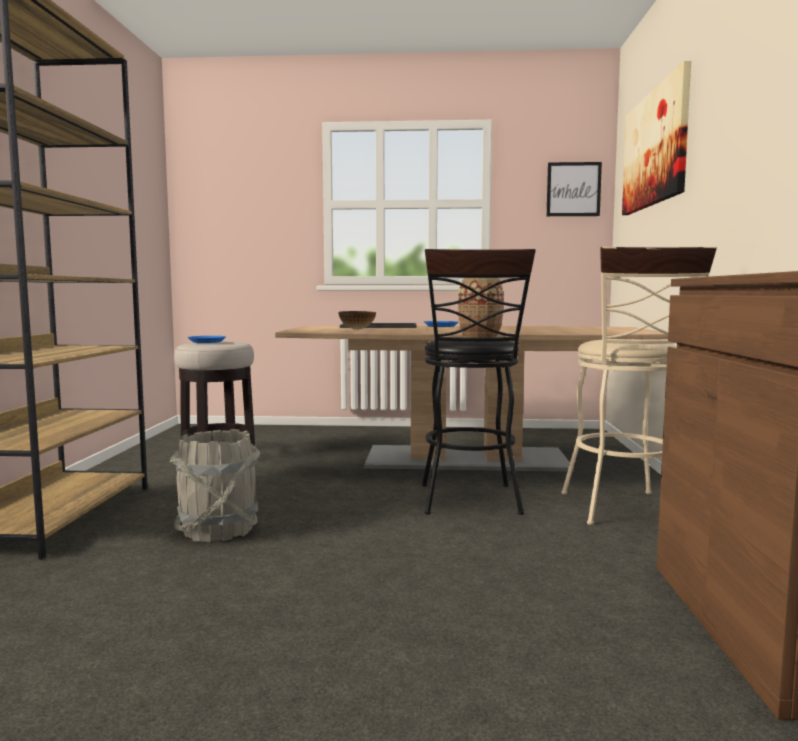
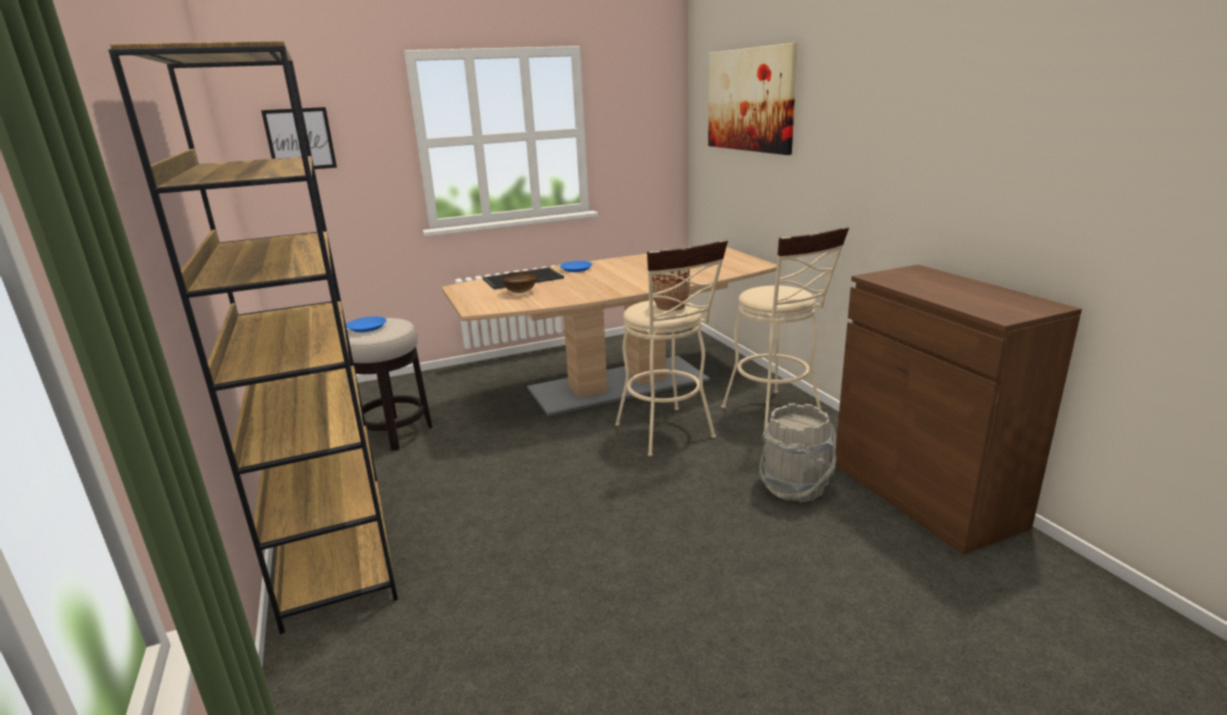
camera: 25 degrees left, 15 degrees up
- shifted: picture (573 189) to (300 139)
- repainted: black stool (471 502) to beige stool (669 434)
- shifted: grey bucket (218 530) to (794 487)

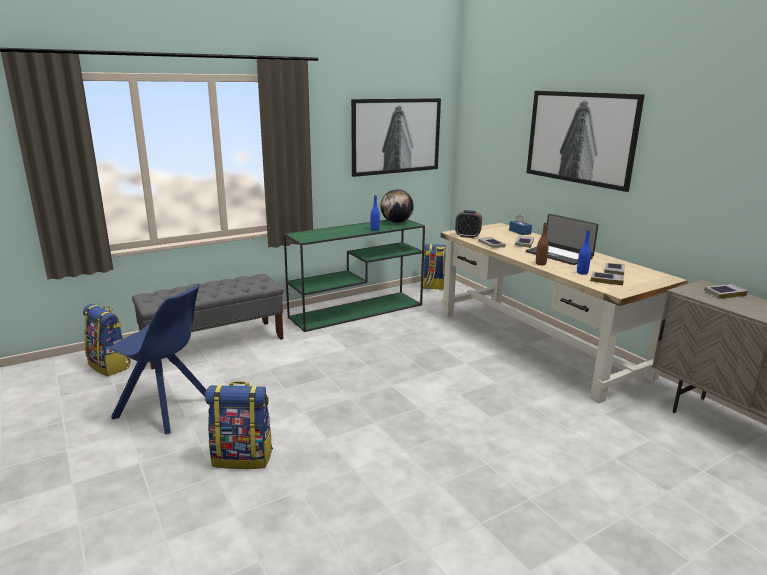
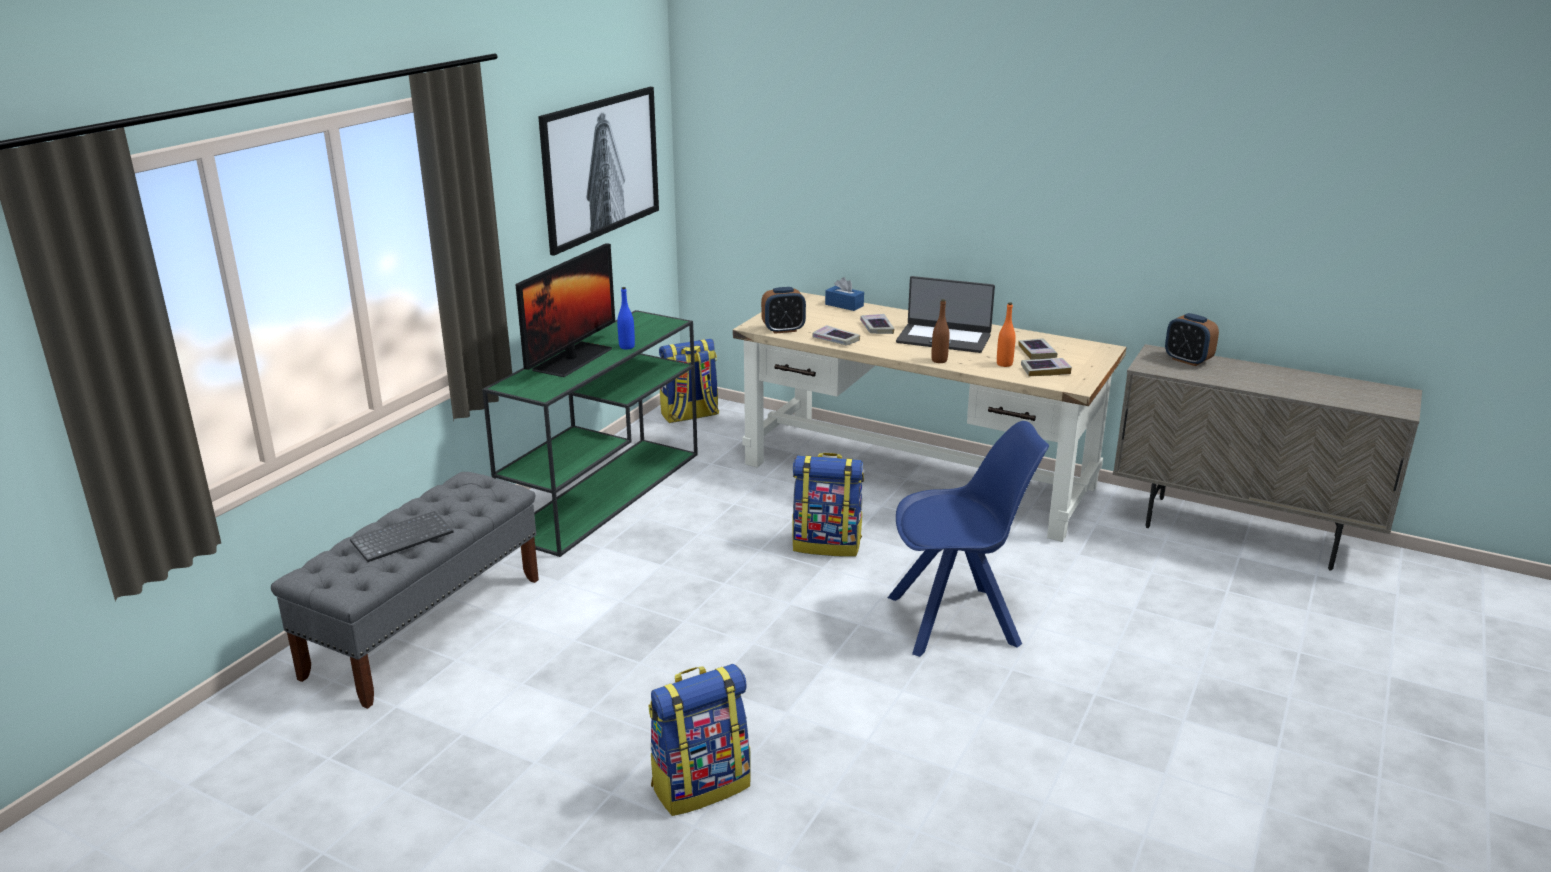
camera: 30 degrees left, 5 degrees up
- new: keyboard (403 537)
- new: monitor (573 359)
- shifted: backpack (110 366) to (827 544)
- shifted: blue chair (166 409) to (957 621)
- repainted: blue bottle (582 273) to orange bottle (1004 364)
- swapped: book (724 293) to alarm clock (1187 360)
- gone: globe (396 222)
- gone: picture (581 138)

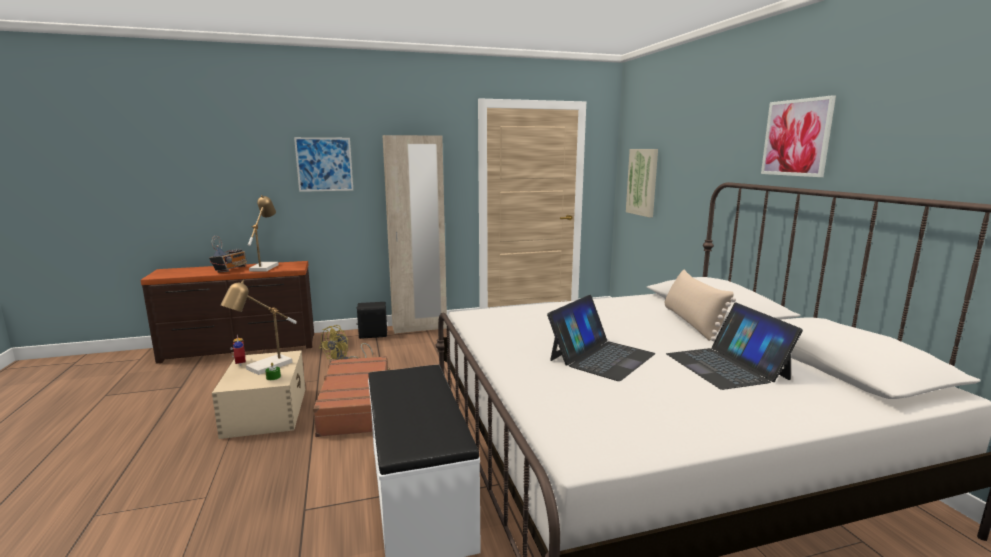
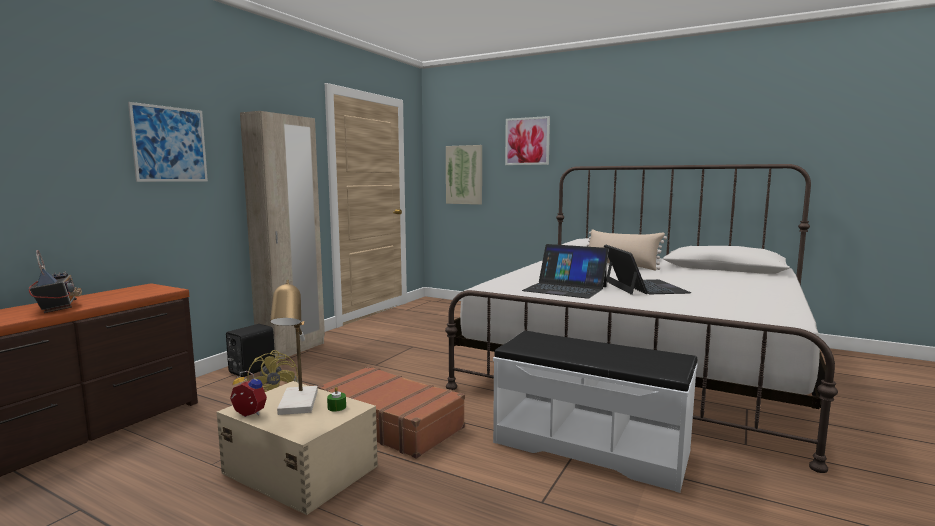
camera: 45 degrees left, 5 degrees down
- shifted: picture (796 138) to (527 141)
- shifted: laptop (726 366) to (565 288)
- gone: table lamp (265 267)

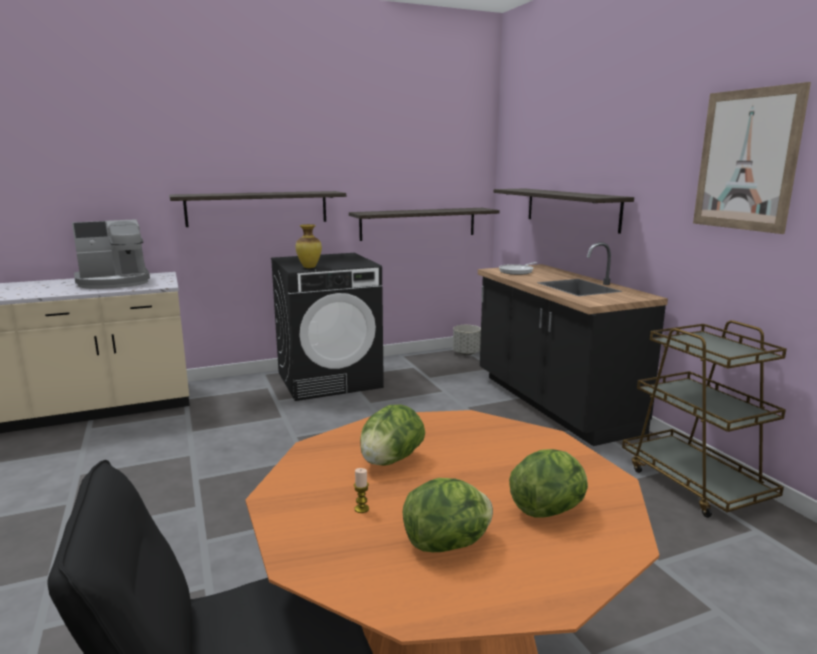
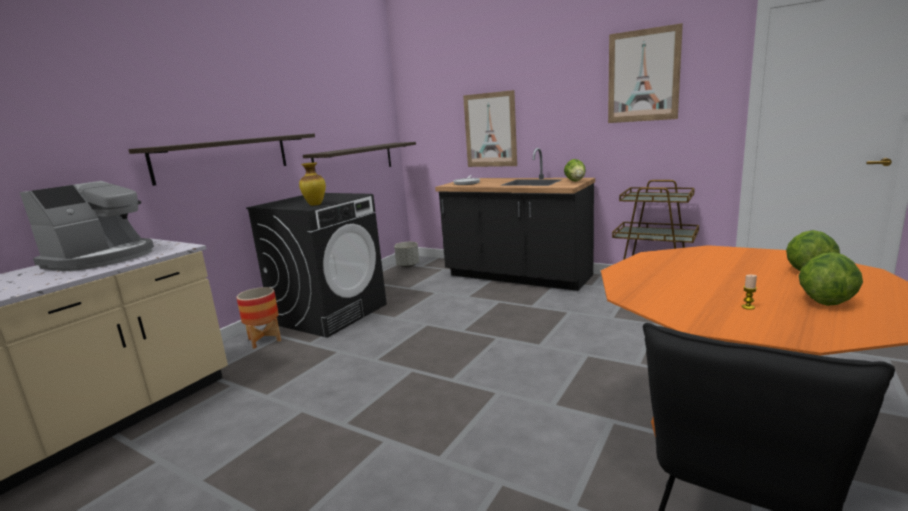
camera: 35 degrees left, 0 degrees up
- new: planter (264 340)
- swapped: shelf (571 208) to picture (490 130)
- shifted: lettuce (390 460) to (575 181)

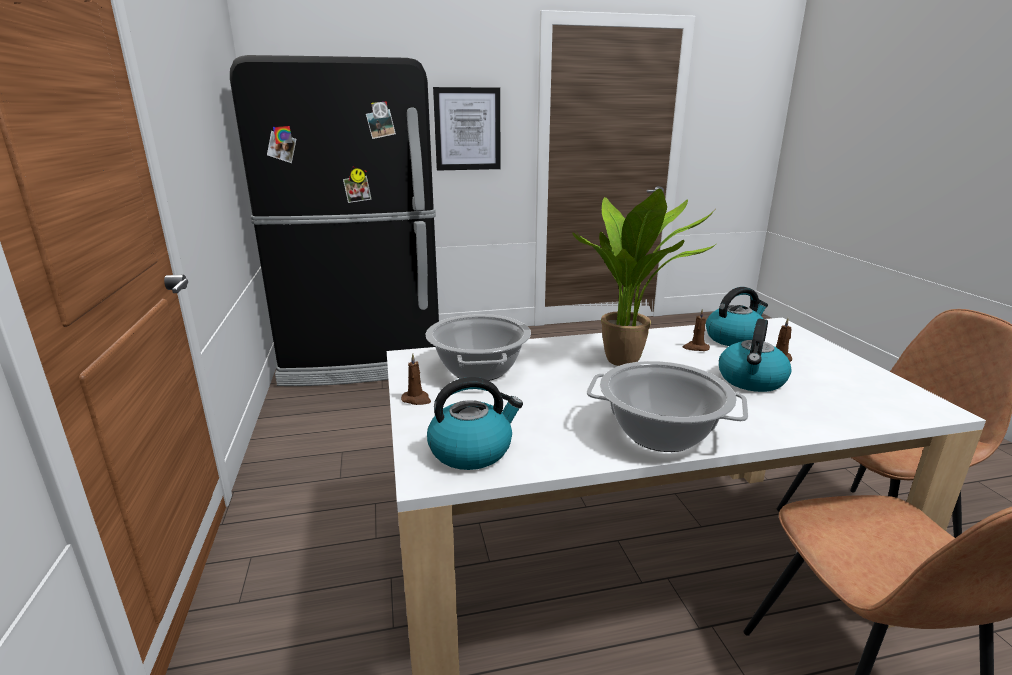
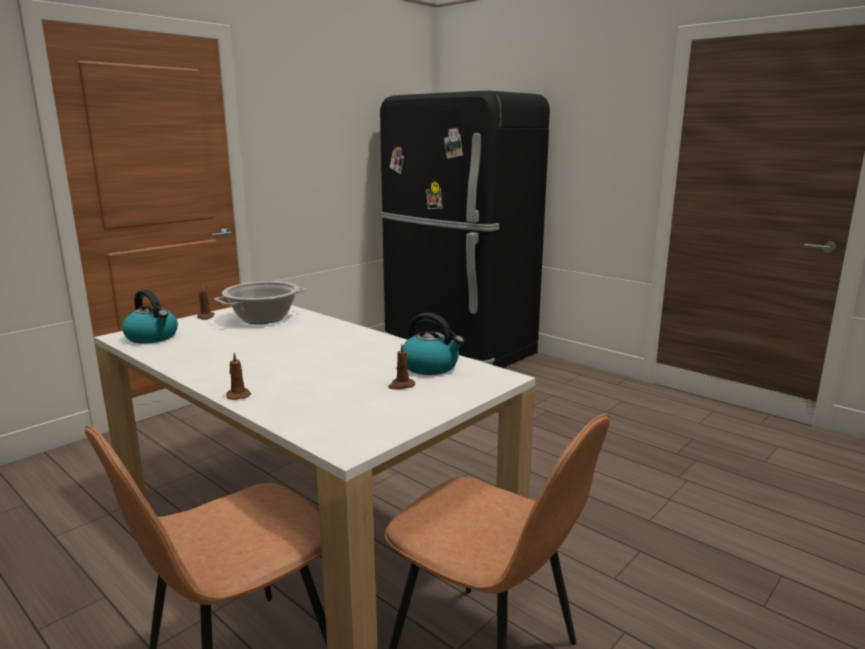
camera: 55 degrees right, 5 degrees down
- shifted: brown candle (695 348) to (238 395)
- gone: picture (467 129)
- gone: potted plant (628 362)
- gone: cooking pot (661 433)
- gone: kettle (751 380)

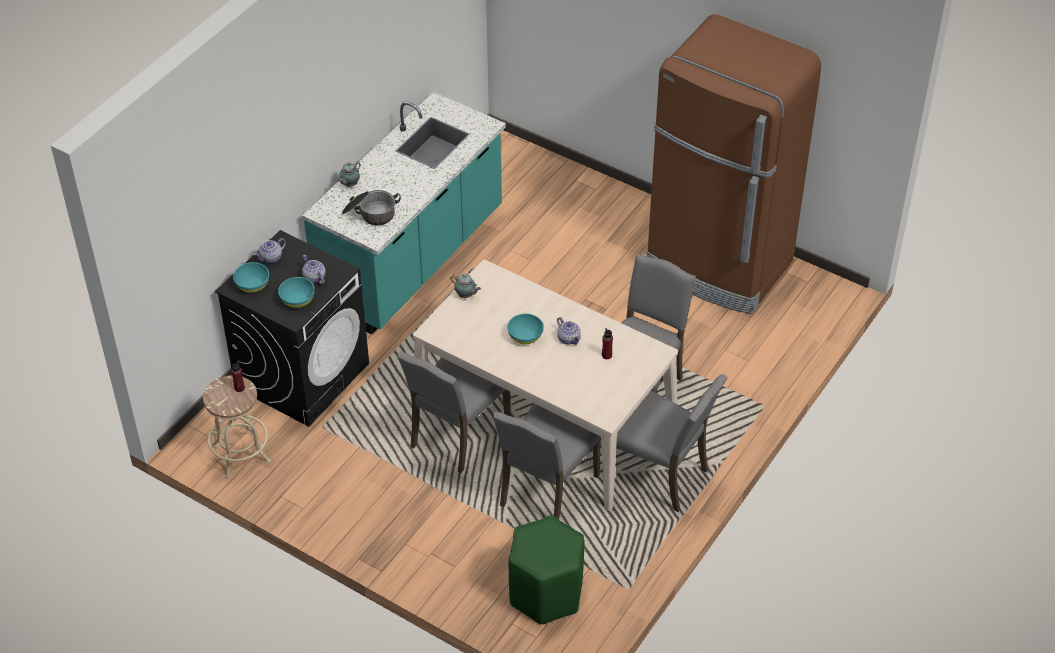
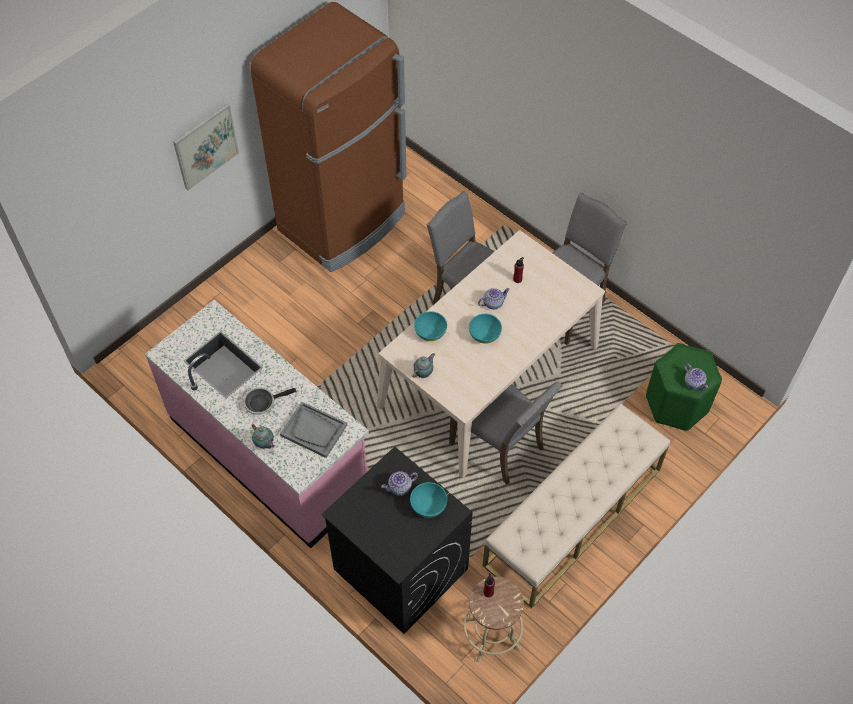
camera: 80 degrees left, 10 degrees up
- repainted: turquoise counter (412 260) to pink counter (269 454)
- new: picture (206 146)
- new: frying pan (262 402)
- swapped: cooking pot (370 214) to grey tray (314 430)
- shifted: turquoise bowl (252 285) to (430 332)
- new: beige bench (573 517)
- shifted: teapot (271 258) to (694 382)
- gone: grey chair (546 491)

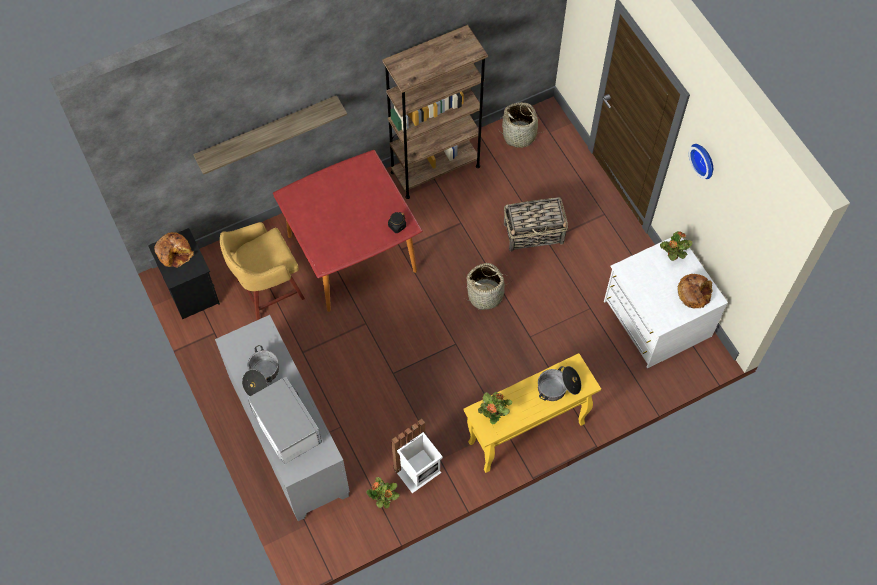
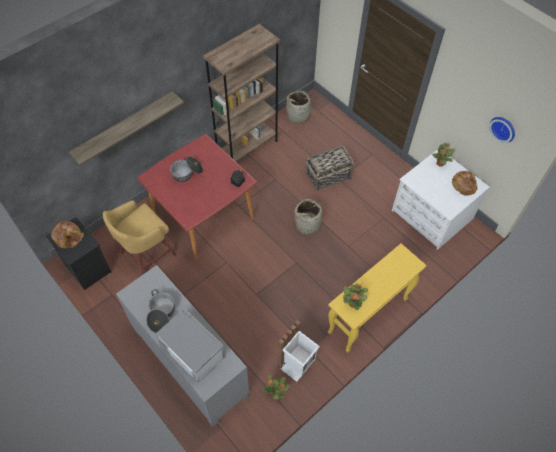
camera: 15 degrees left, 5 degrees down
- shifted: cooking pot (558 387) to (187 173)
- shifted: wall clock (704 160) to (503 128)

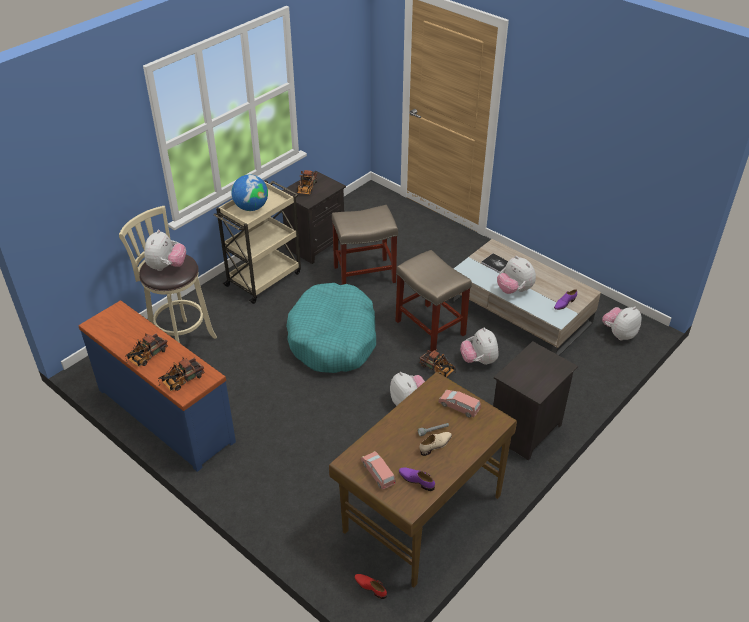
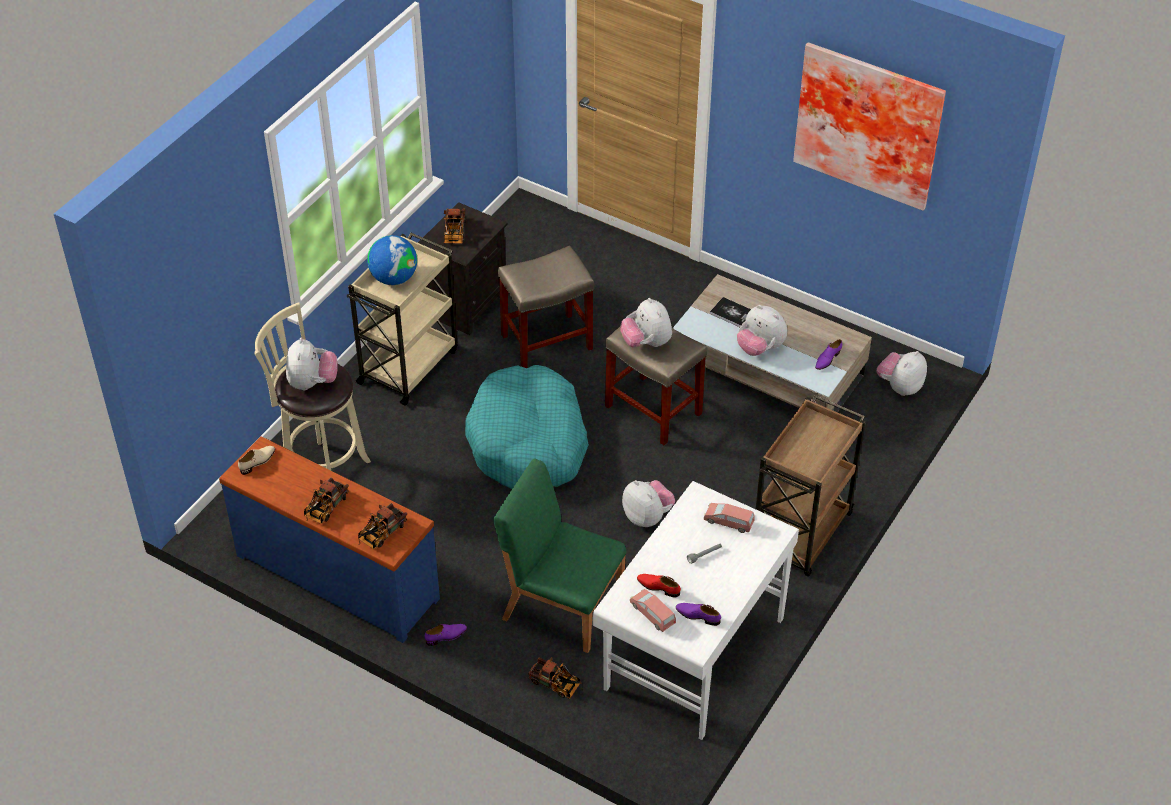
camera: 10 degrees left, 5 degrees up
- shifted: beige shoe (436 445) to (258 462)
- new: purple shoe (446 636)
- new: green chair (561 604)
- shifted: toy truck (438 369) to (557 685)
- repainted: brown desk (421 513) to white desk (692 653)
- shifted: plush toy (479 360) to (646 343)
- shifted: red shoe (370 587) to (658 587)
- swapped: black nightstand (525 431) to brown cart (801 534)
- new: picture (869 123)

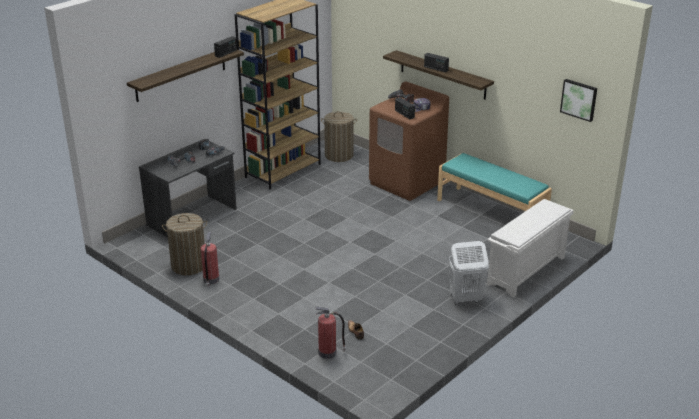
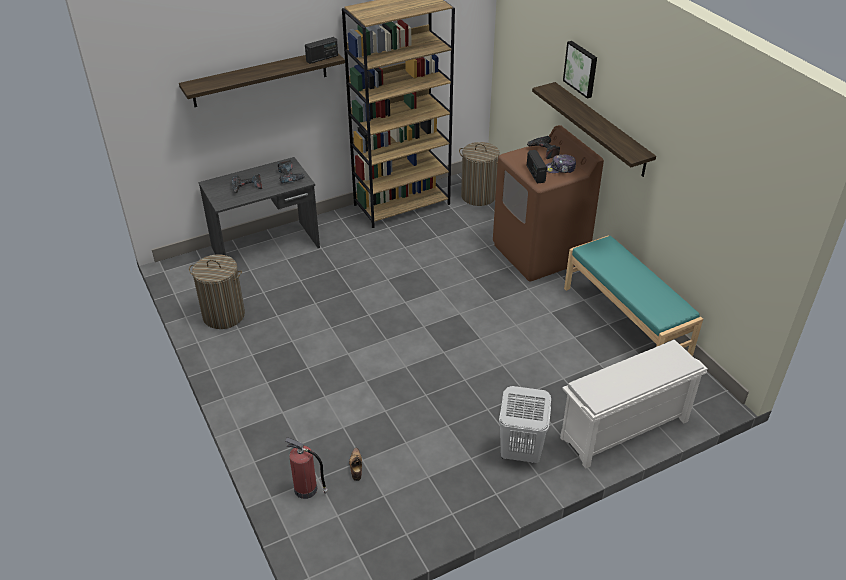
camera: 20 degrees right, 10 degrees up
- shifted: picture (579 99) to (581 69)
- gone: fire extinguisher (211 280)
- gone: radio (436 69)

